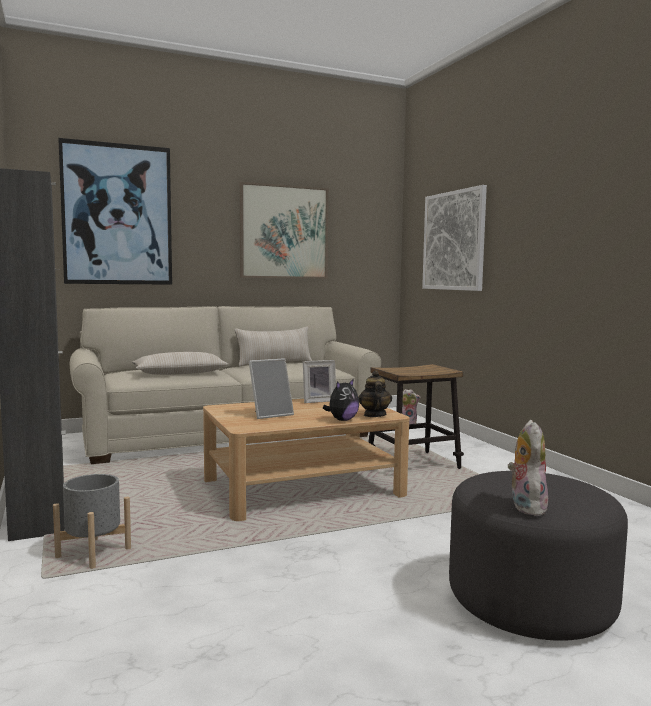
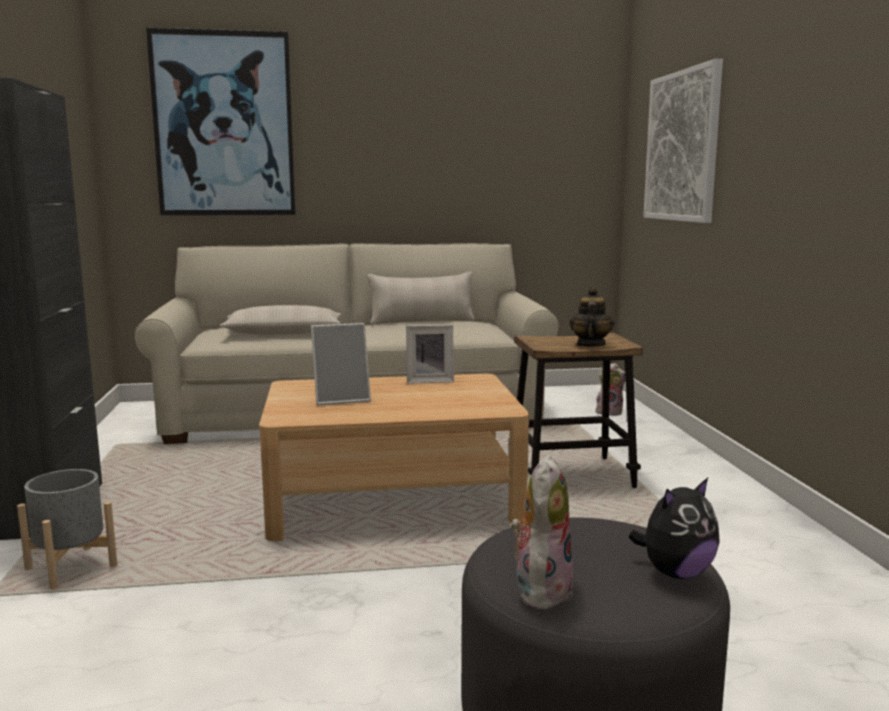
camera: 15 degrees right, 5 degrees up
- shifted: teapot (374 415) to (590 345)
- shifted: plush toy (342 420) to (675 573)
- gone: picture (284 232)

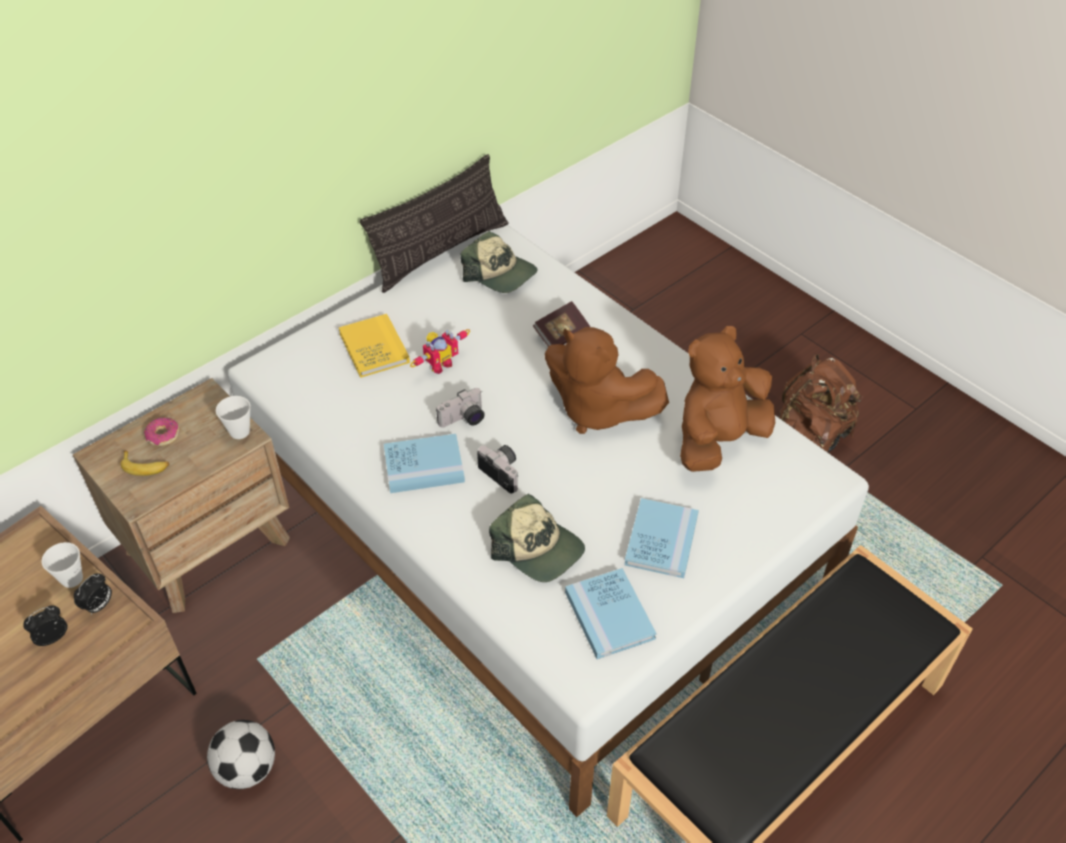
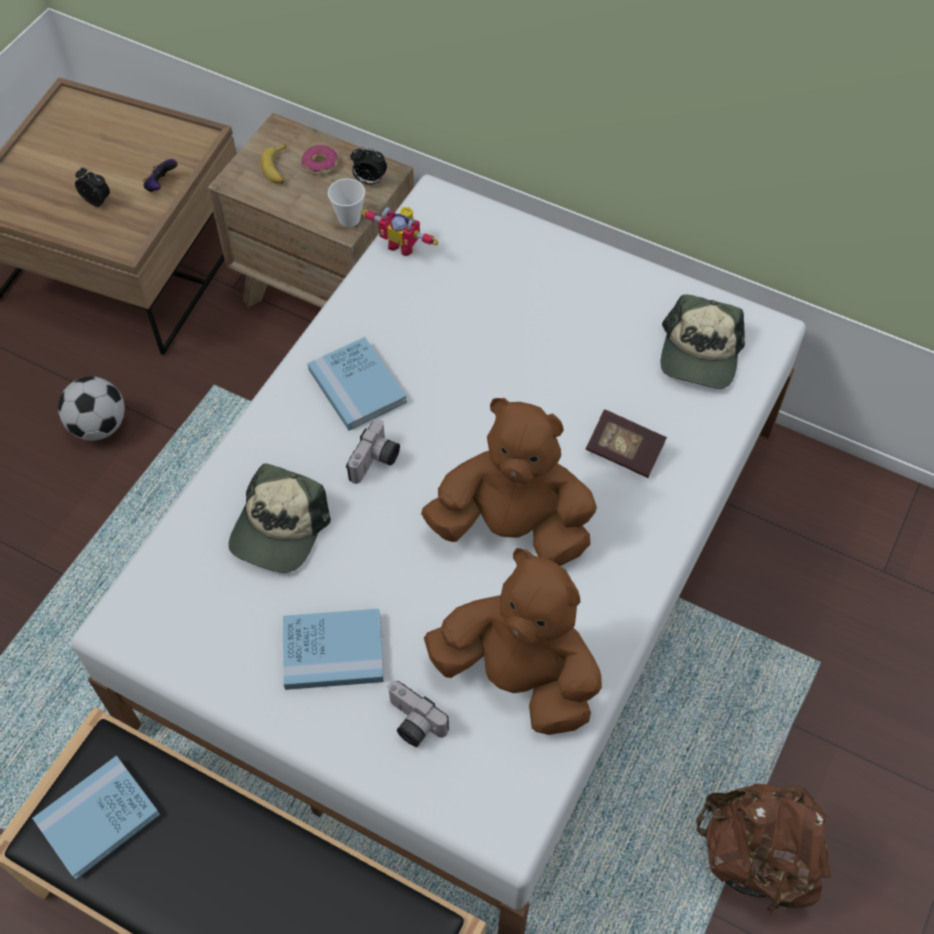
camera: 70 degrees right, 10 degrees up
- shifted: blue book (609 615) to (98 818)
- swapped: cup (72 579) to game controller (161 185)
- shifted: alarm clock (99 606) to (369 181)
- shifted: toy robot (439 364) to (403 244)
- shifted: photo camera (464 420) to (412 723)
- rotated: brown plush toy (597 410) = (512 527) 90 degrees clockwise
- gone: yellow book (374 348)
- gone: pillow (440 252)

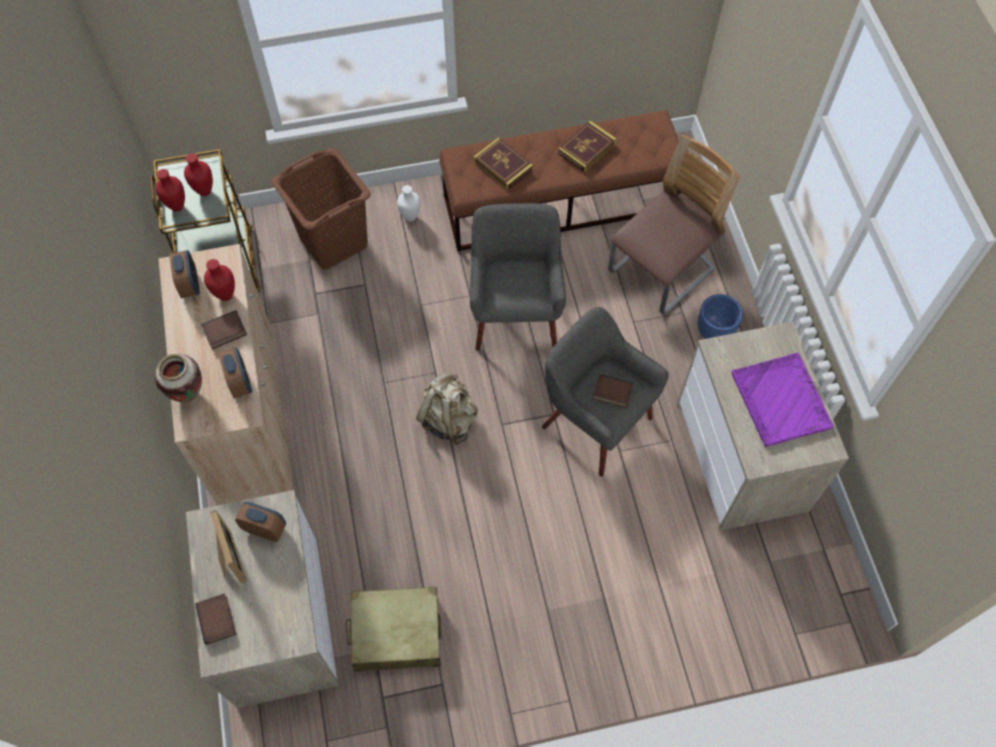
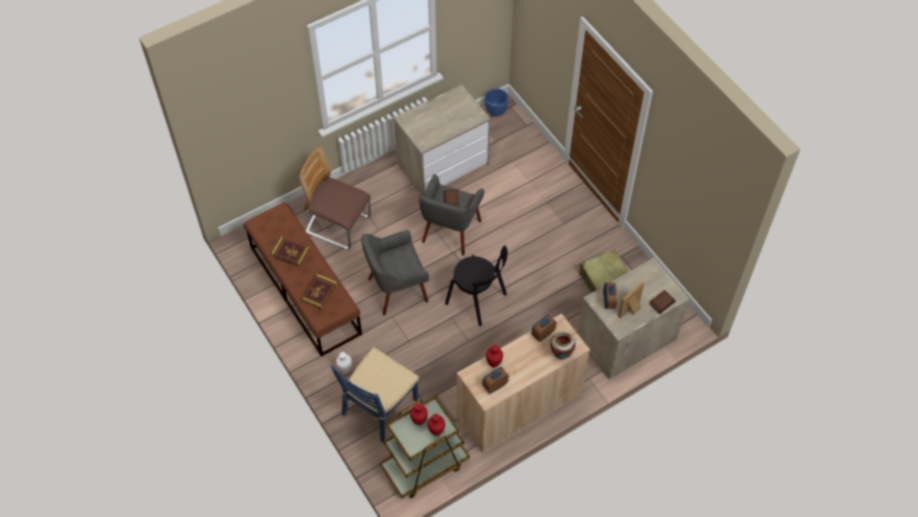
camera: 110 degrees left, 5 degrees down
- swapped: brown laundry basket (333 240) to blue chair (379 407)
- swapped: beige backpack (448 419) to black chair (478 300)
- shifted: blue planter (713 332) to (496 111)
- gone: book (225 333)
- gone: purple tray (781 401)

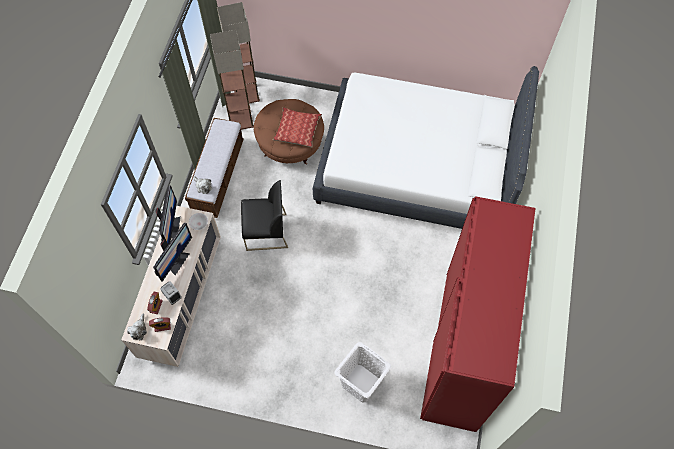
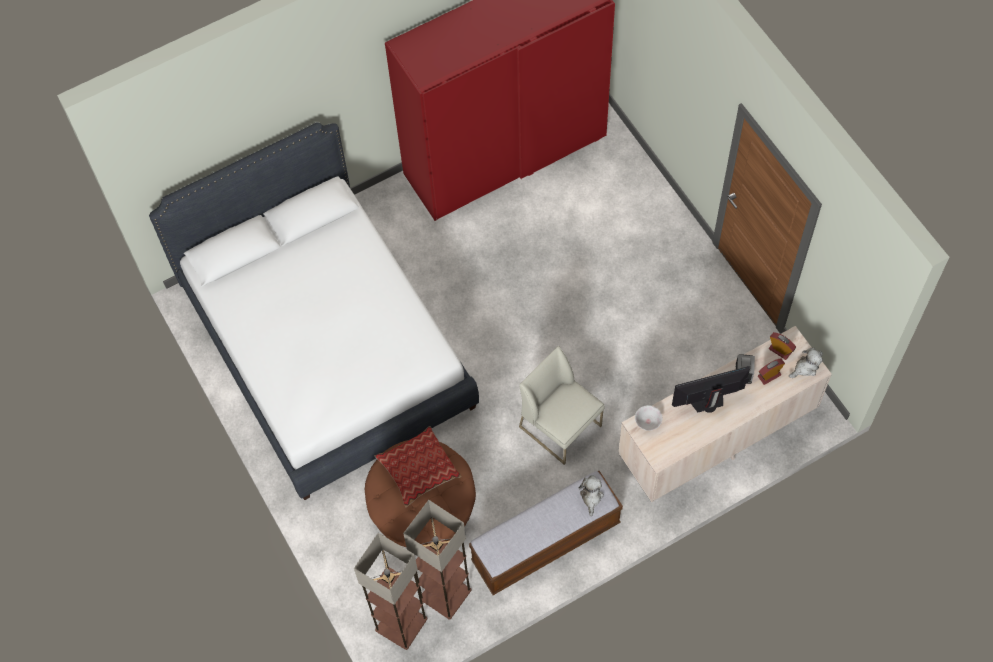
camera: 130 degrees left, 0 degrees up
- repainted: black chair (266 232) to white chair (561 426)
- gone: monitor (172 228)
- gone: white laundry basket (360 383)

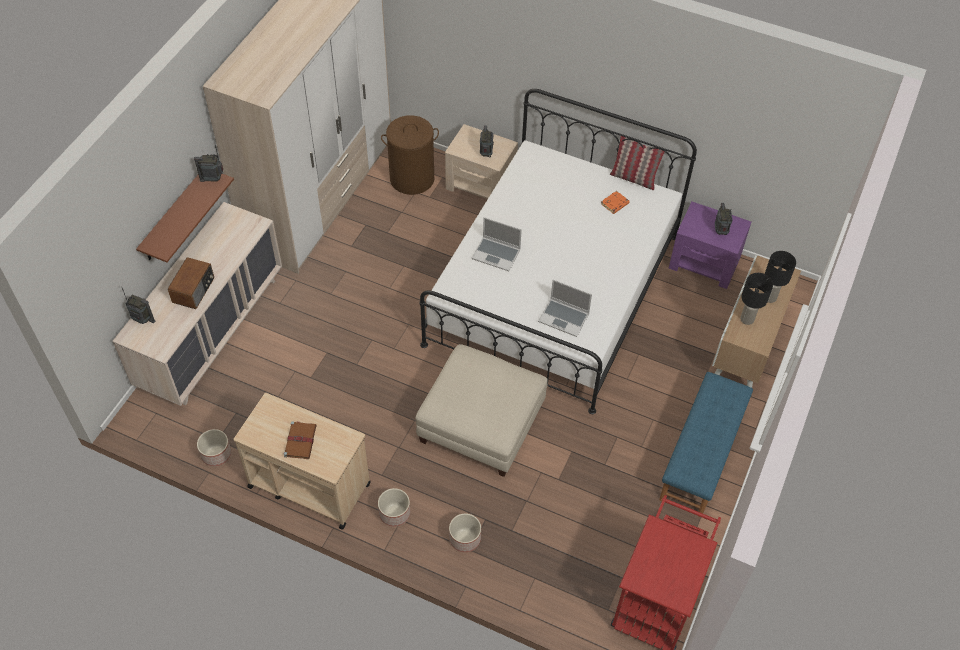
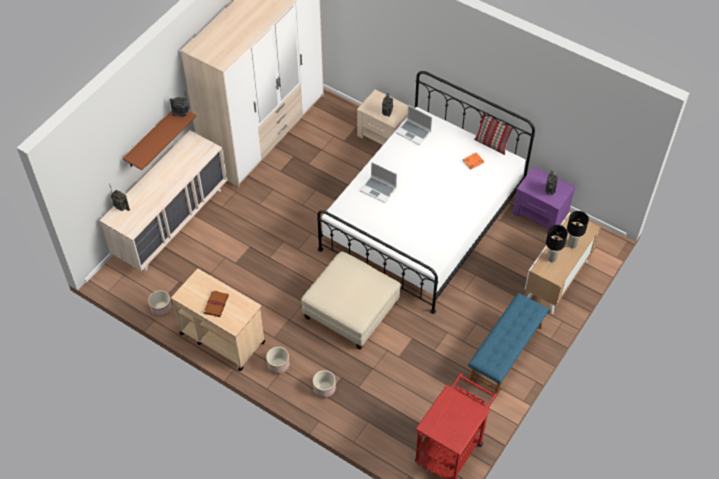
camera: 10 degrees right, 0 degrees up
- shifted: laptop (564 318) to (414 132)
- gone: radio (194 290)
- gone: brown laundry basket (412 179)

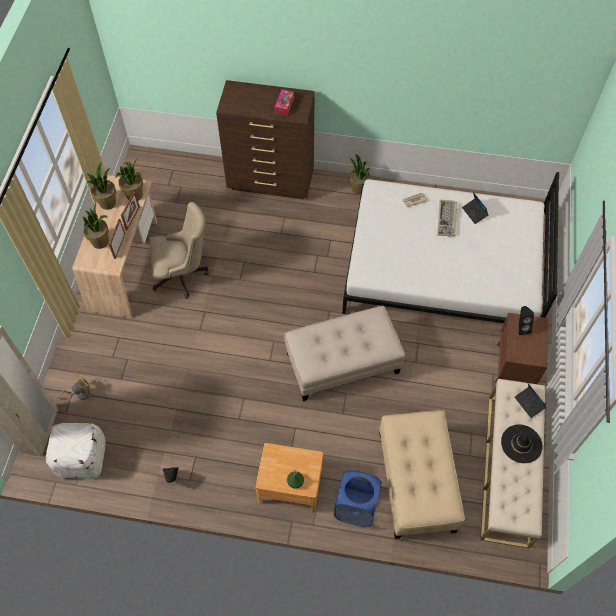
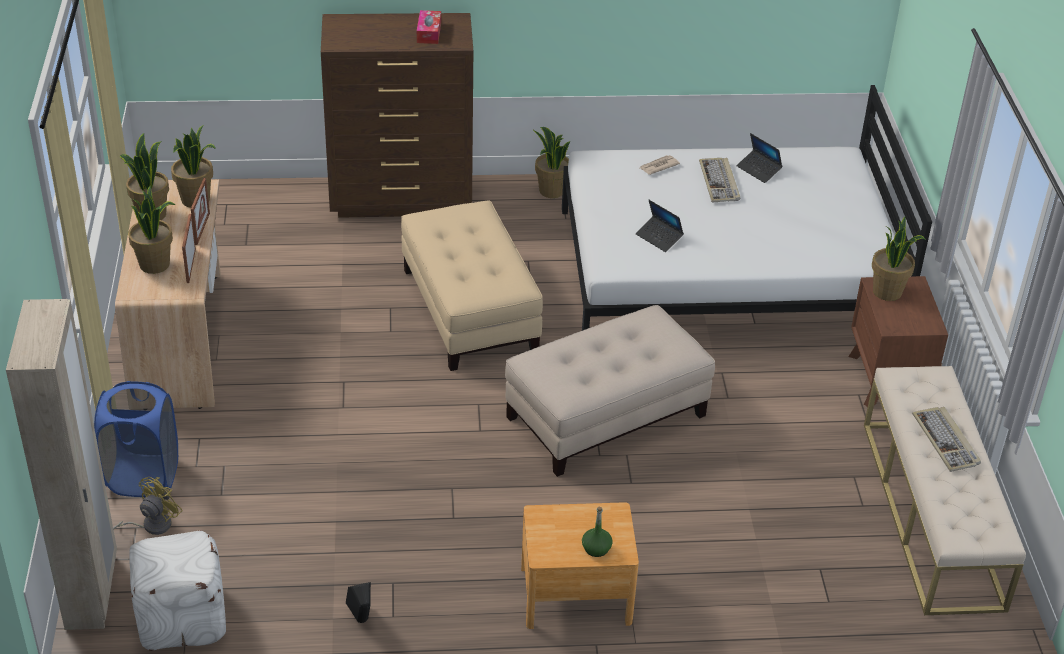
camera: 15 degrees left, 20 degrees down
- shifted: blue laundry basket (356 508) to (143 476)
- shifted: beige ottoman (417 481) to (471 310)
- shifted: laptop (529 403) to (659 238)
- swapped: black speaker (521 327) to potted plant (888 292)
- swapped: black hat (521 444) to keyboard (946 441)
- gone: beige office chair (183 275)

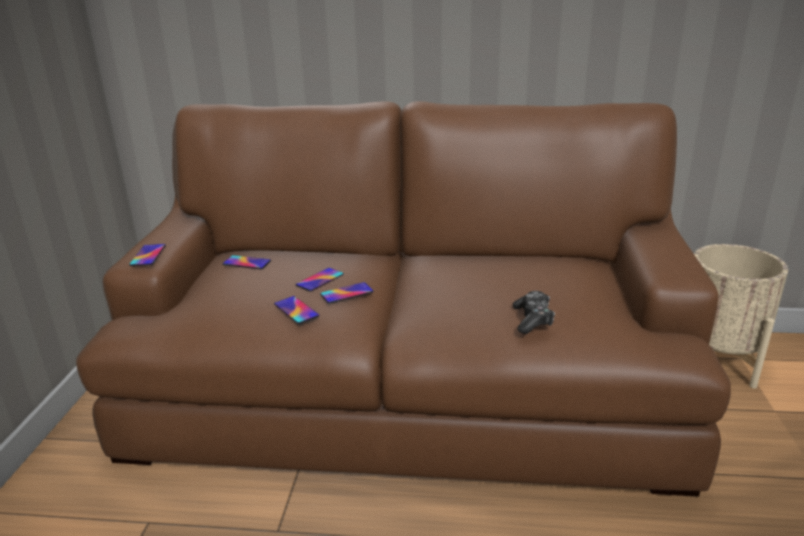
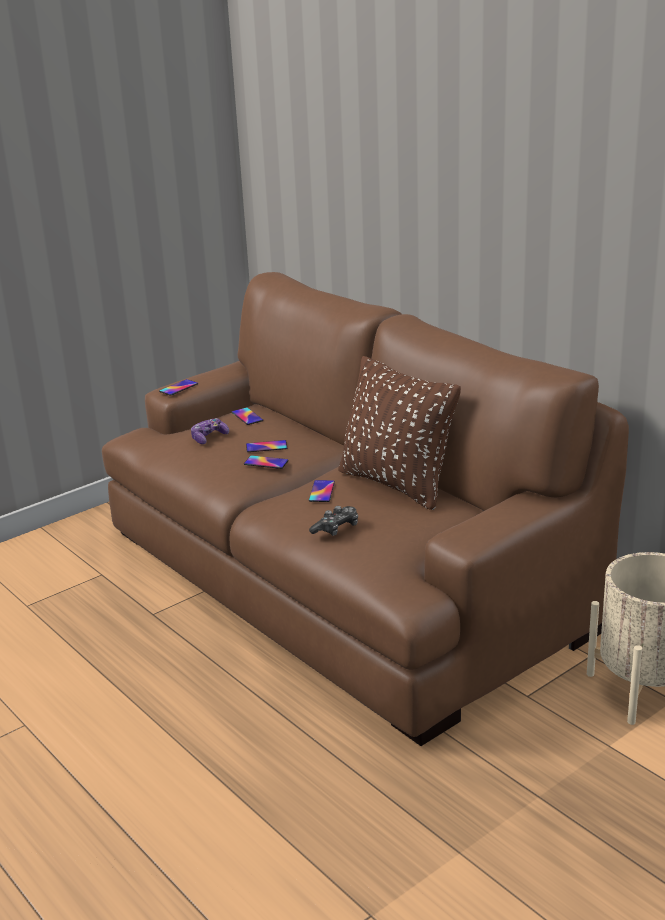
camera: 45 degrees right, 0 degrees up
- new: game controller (209 437)
- shifted: phone (296 310) to (322 491)
- new: brown pillow (396 484)

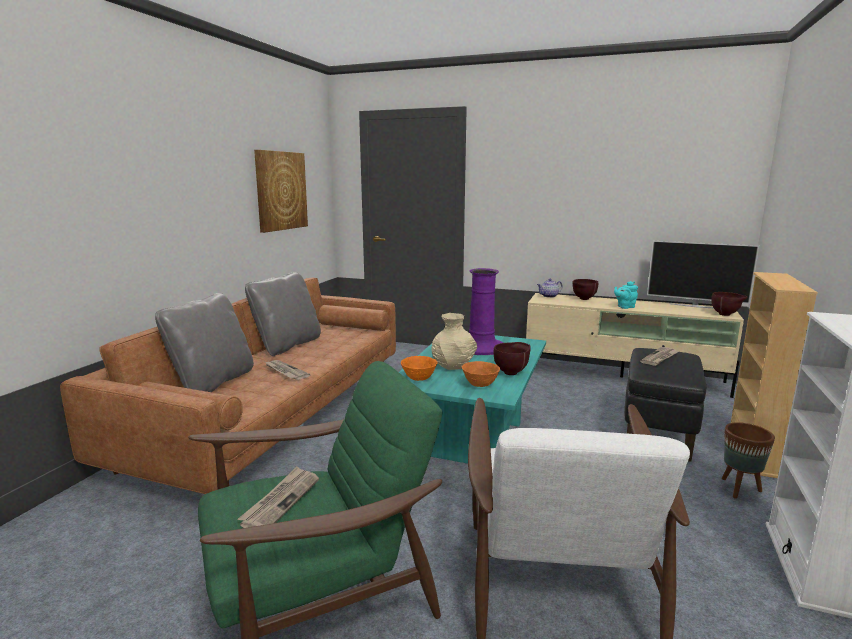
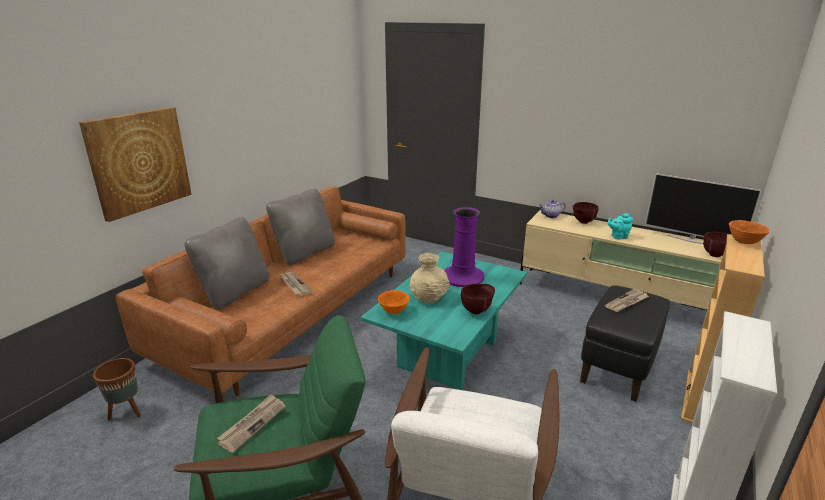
camera: 10 degrees right, 10 degrees up
- shifted: picture (281 191) to (139 162)
- shifted: brown planter (739 489) to (127 412)
- shifted: orange bowl (480 385) to (744 242)

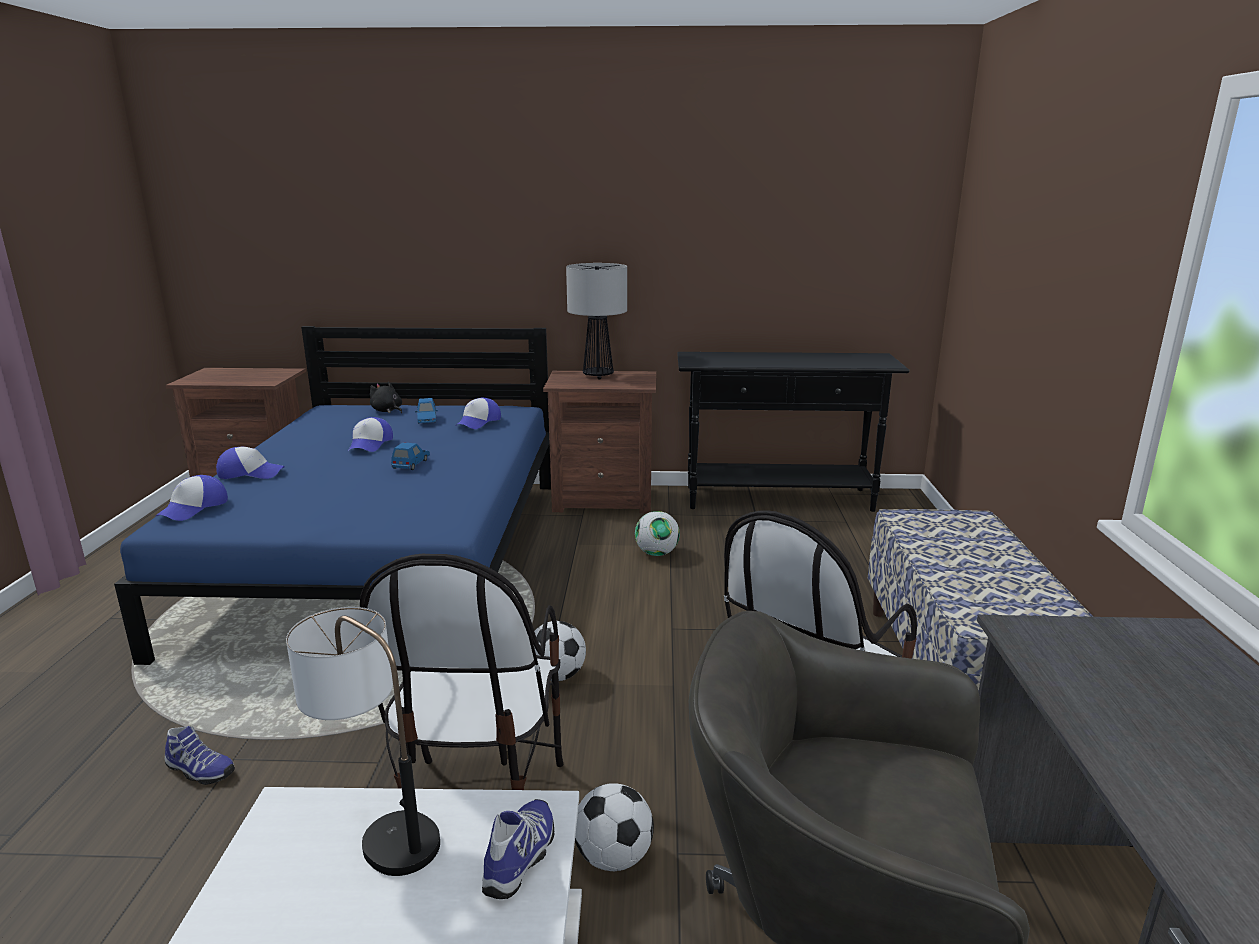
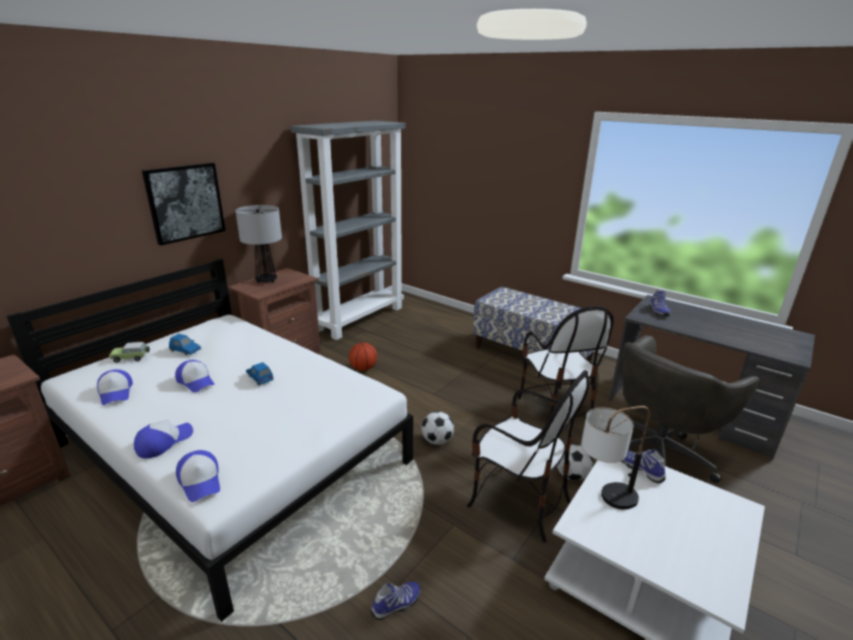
camera: 55 degrees left, 5 degrees up
- repainted: blue bed (389 557) to white bed (233 453)
- shifted: cap (478 422) to (116 392)
- swapped: black plush toy (387 411) to toy car (131 358)
- new: picture (185 202)
- swapped: black console table (779 499) to grey bookcase (359 318)
- swapped: football (656 553) to basketball (363 368)
- new: shoe (658 311)

